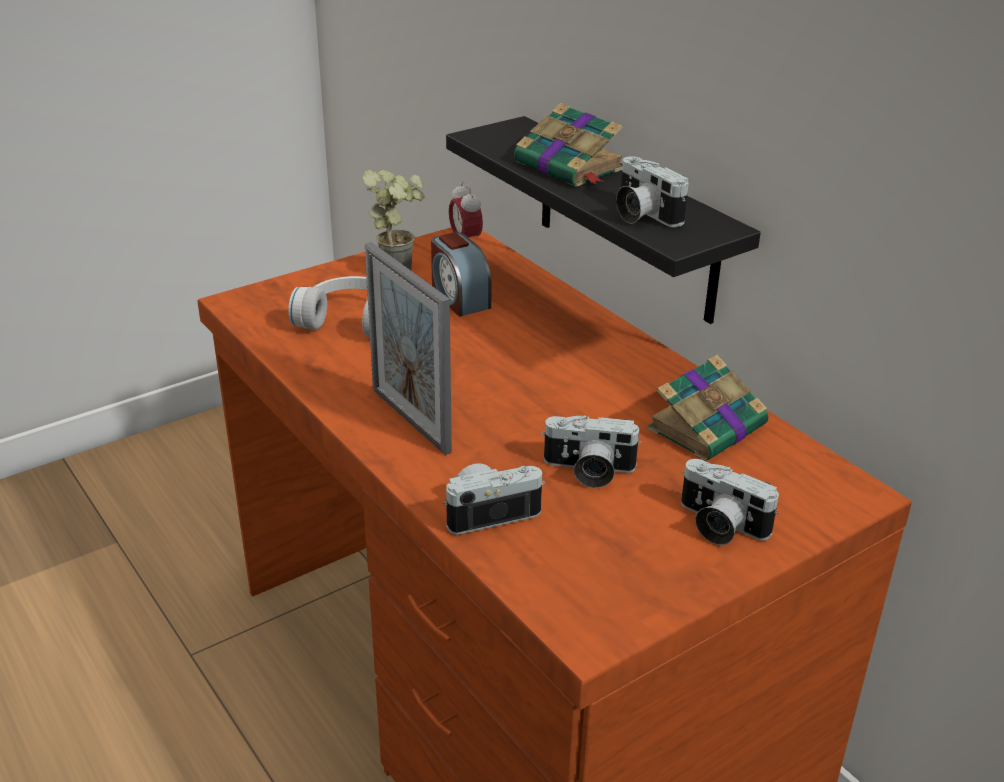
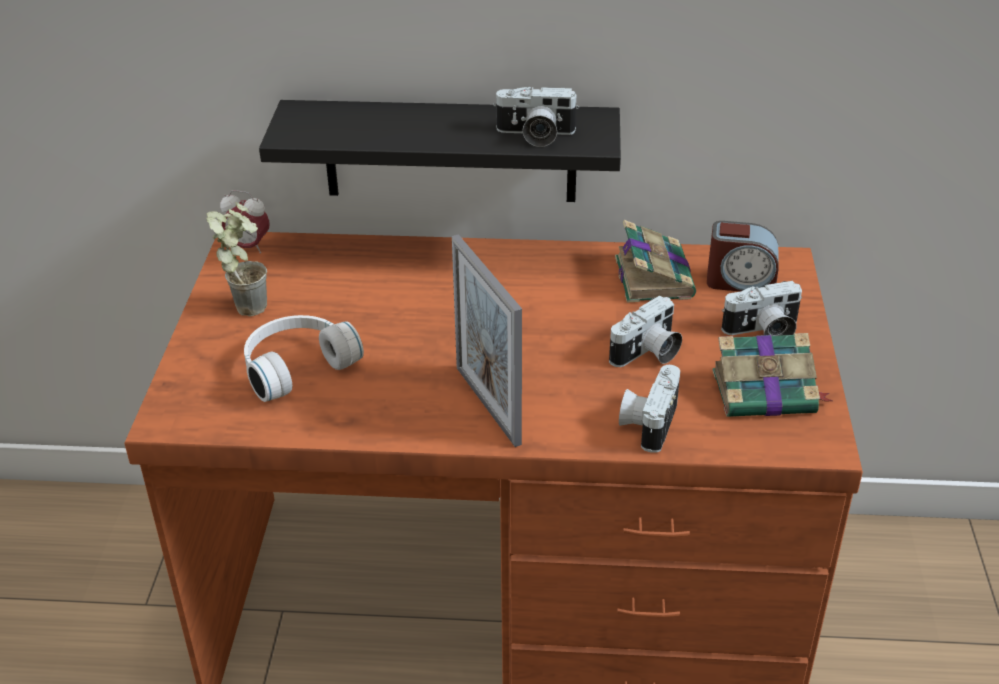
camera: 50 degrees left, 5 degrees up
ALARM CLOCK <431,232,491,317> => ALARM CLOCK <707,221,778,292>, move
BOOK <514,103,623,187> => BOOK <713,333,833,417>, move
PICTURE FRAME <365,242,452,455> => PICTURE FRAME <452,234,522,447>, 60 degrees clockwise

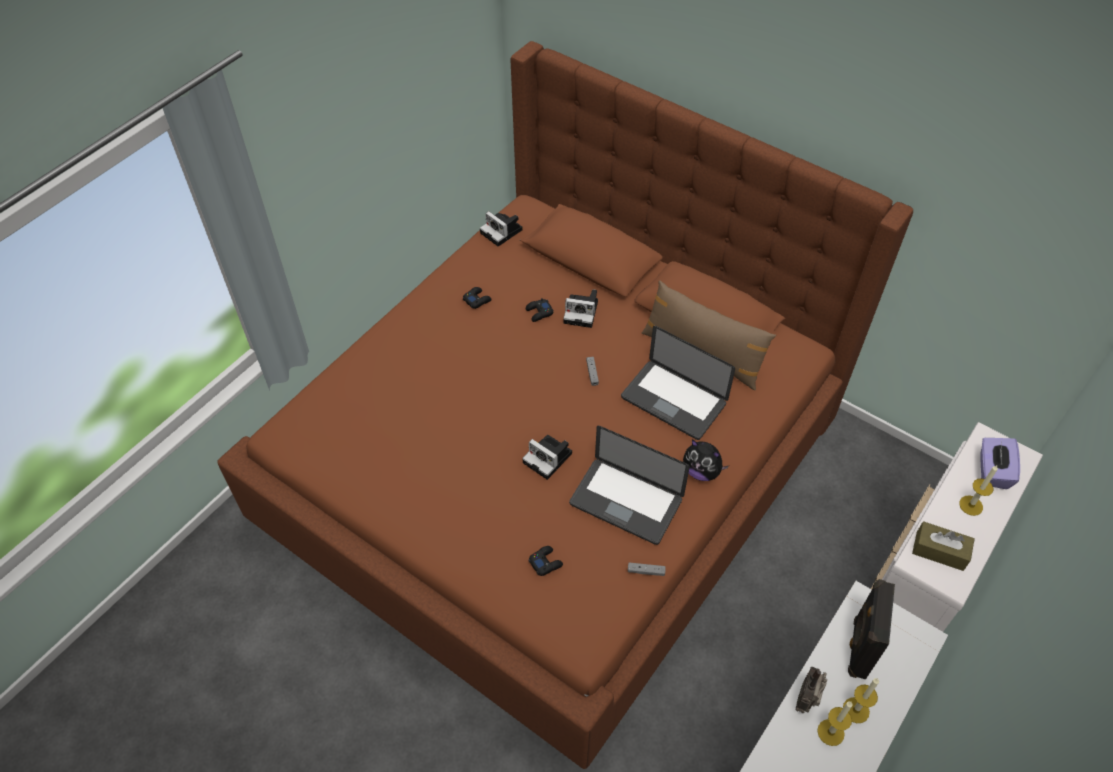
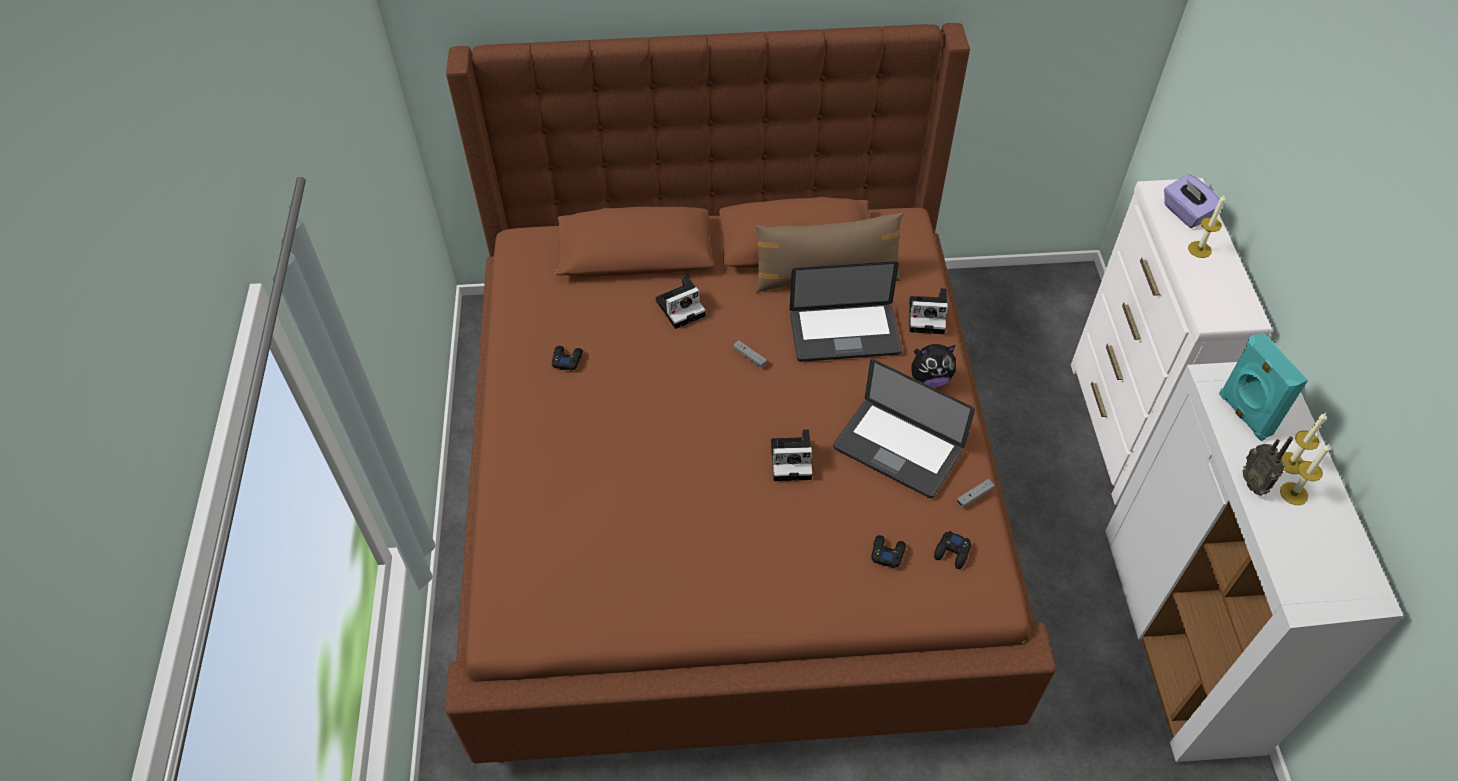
camera: 40 degrees left, 0 degrees up
BROWN TISSUE BOX <912,521,975,571> => nothing
PHOTO CAMERA <480,211,523,246> => PHOTO CAMERA <909,288,948,334>, move
BLACK GAME CONTROLLER <526,298,554,322> => BLACK GAME CONTROLLER <934,531,971,569>, move
BLACK SPEAKER <848,579,895,679> => TURQUOISE SPEAKER <1219,333,1308,441>
LAPTOP <569,426,690,545> => LAPTOP <833,359,975,498>, 45 degrees clockwise

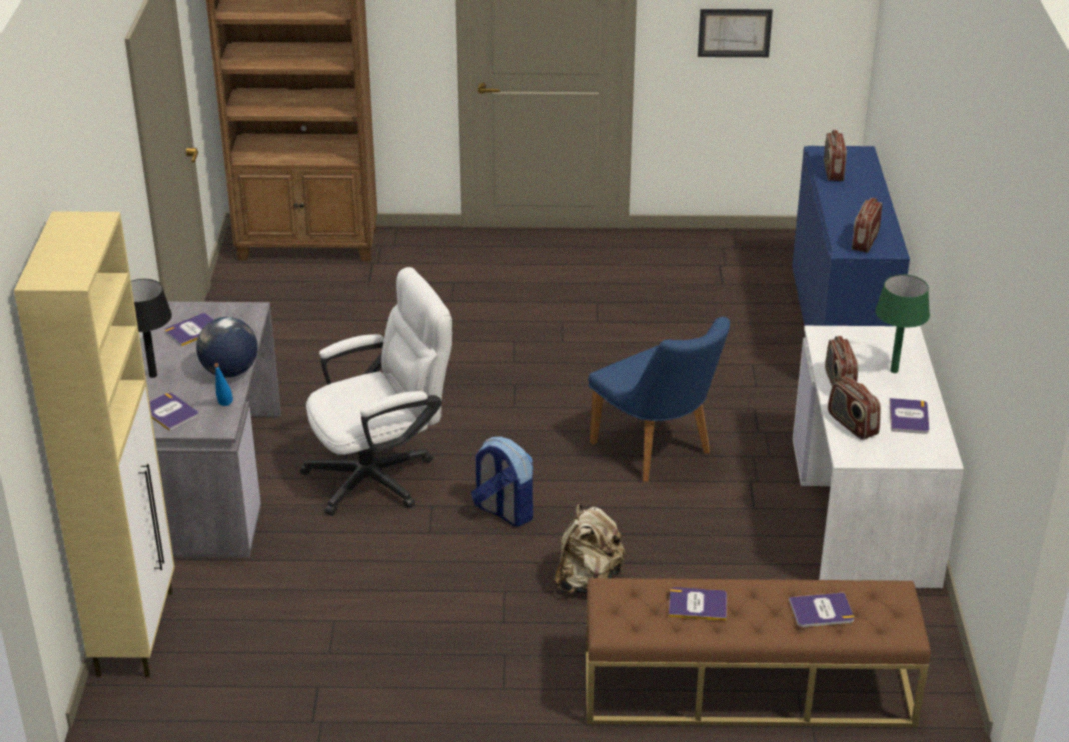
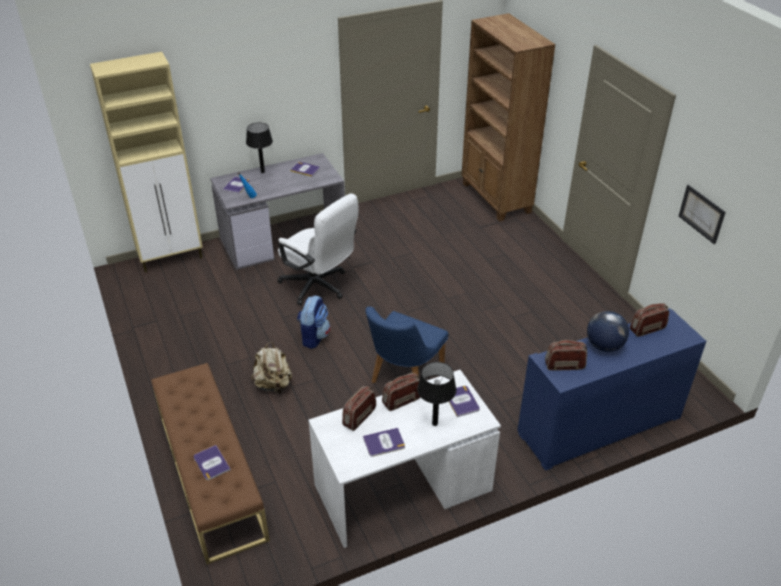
camera: 65 degrees right, 5 degrees up
GLOBE <196,317,258,378> => GLOBE <587,311,629,352>, move
BOOK <669,587,727,621> => BOOK <449,386,480,417>, move
GREEN TABLE LAMP <875,274,930,373> => BLACK TABLE LAMP <417,362,457,426>

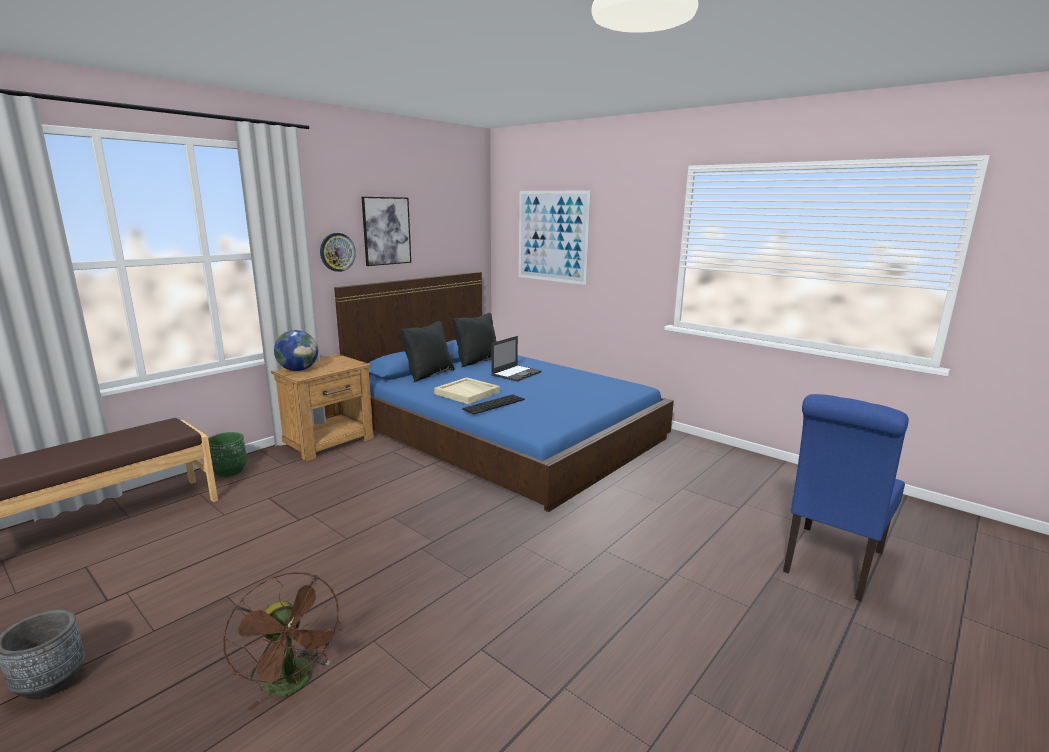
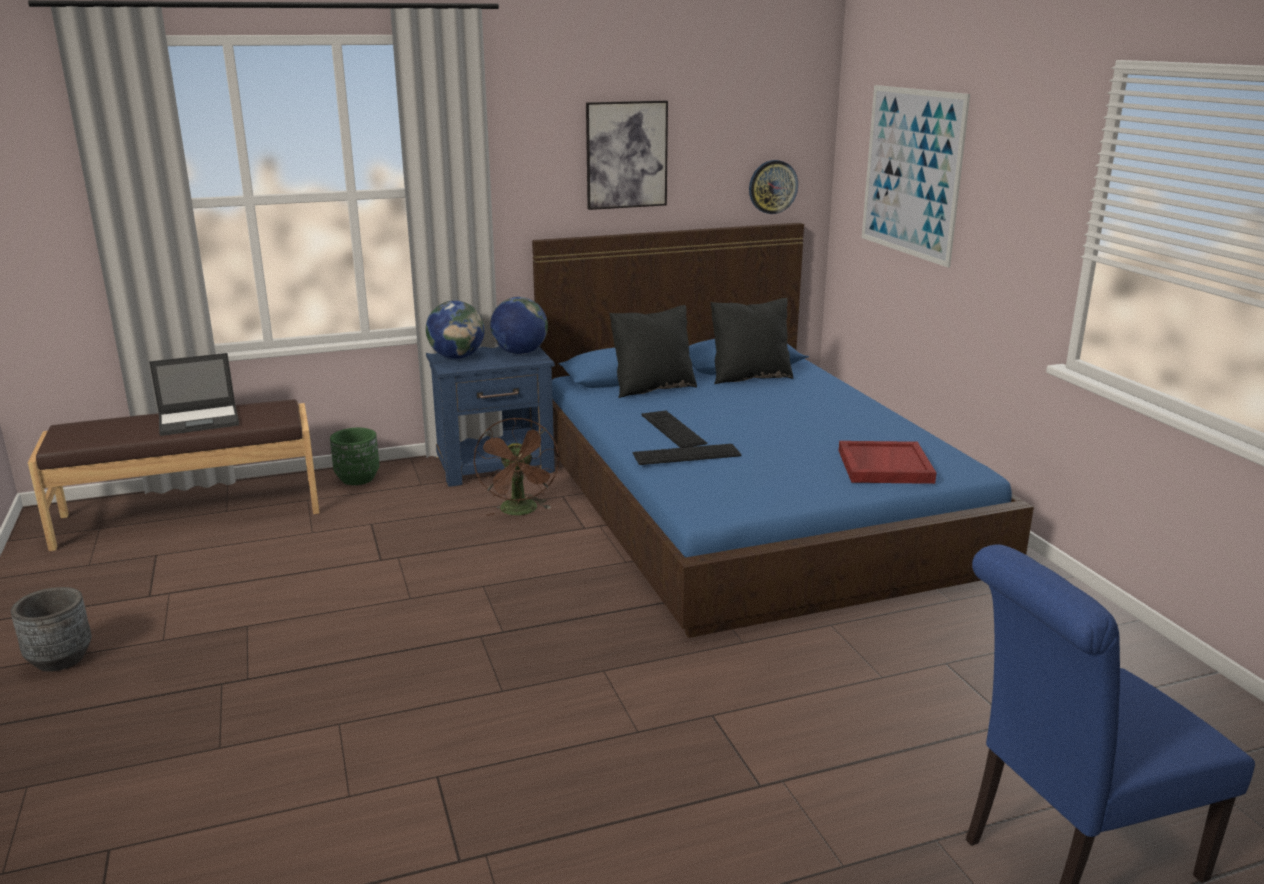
camera: 30 degrees right, 5 degrees up
nothing => GLOBE <490,297,548,354>
nothing => RED TRAY <839,441,936,484>
BROWN FAN <223,572,343,711> => BROWN FAN <474,417,559,516>, move
WALL CLOCK <320,233,356,272> => WALL CLOCK <749,160,798,214>, move
LAPTOP <491,336,542,382> => LAPTOP <149,353,239,436>, move
BEIGE TRAY <434,377,500,404> => KEYBOARD <641,411,707,448>
BROWN NIGHTSTAND <271,354,374,462> => BLUE NIGHTSTAND <426,346,555,487>

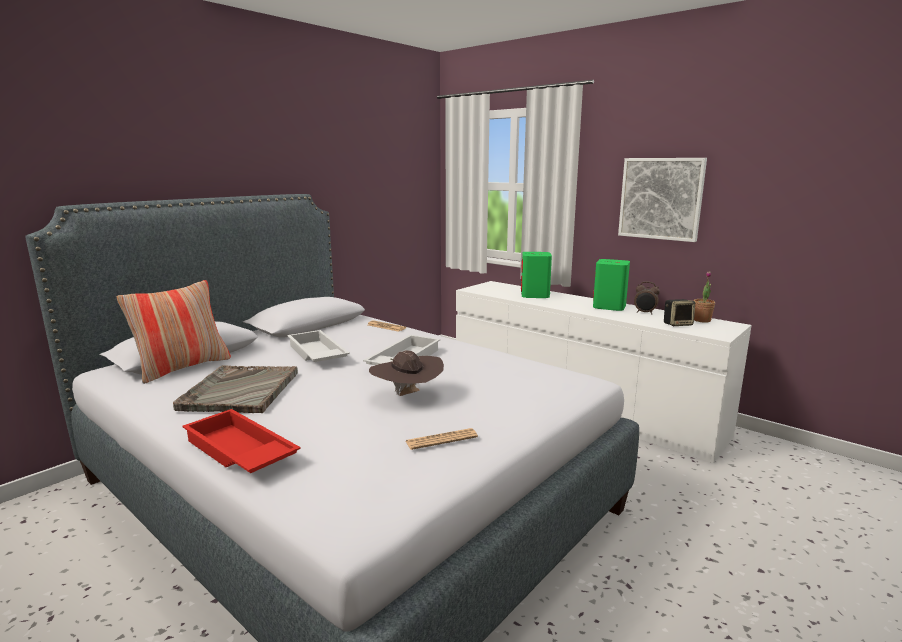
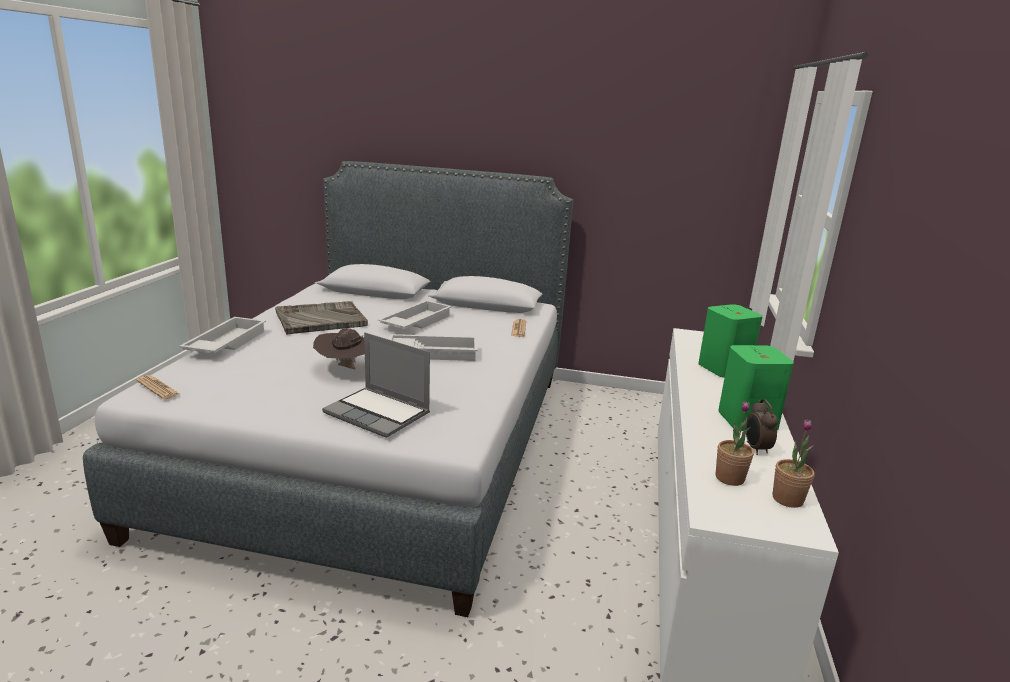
camera: 60 degrees right, 5 degrees up
PILLOW <117,280,231,384> => nothing
PICTURE <618,158,707,242> => nothing
nothing => LAPTOP <322,332,430,438>
NEWSPAPER <406,428,478,450> => NEWSPAPER <136,375,181,399>, move
SPEAKER <664,299,695,326> => POTTED PLANT <716,401,754,486>
RED TRAY <182,409,301,473> => WHITE TRAY <179,317,266,354>

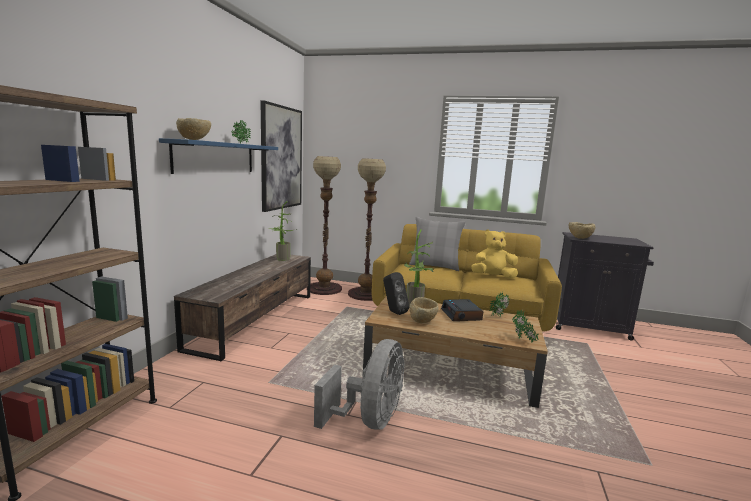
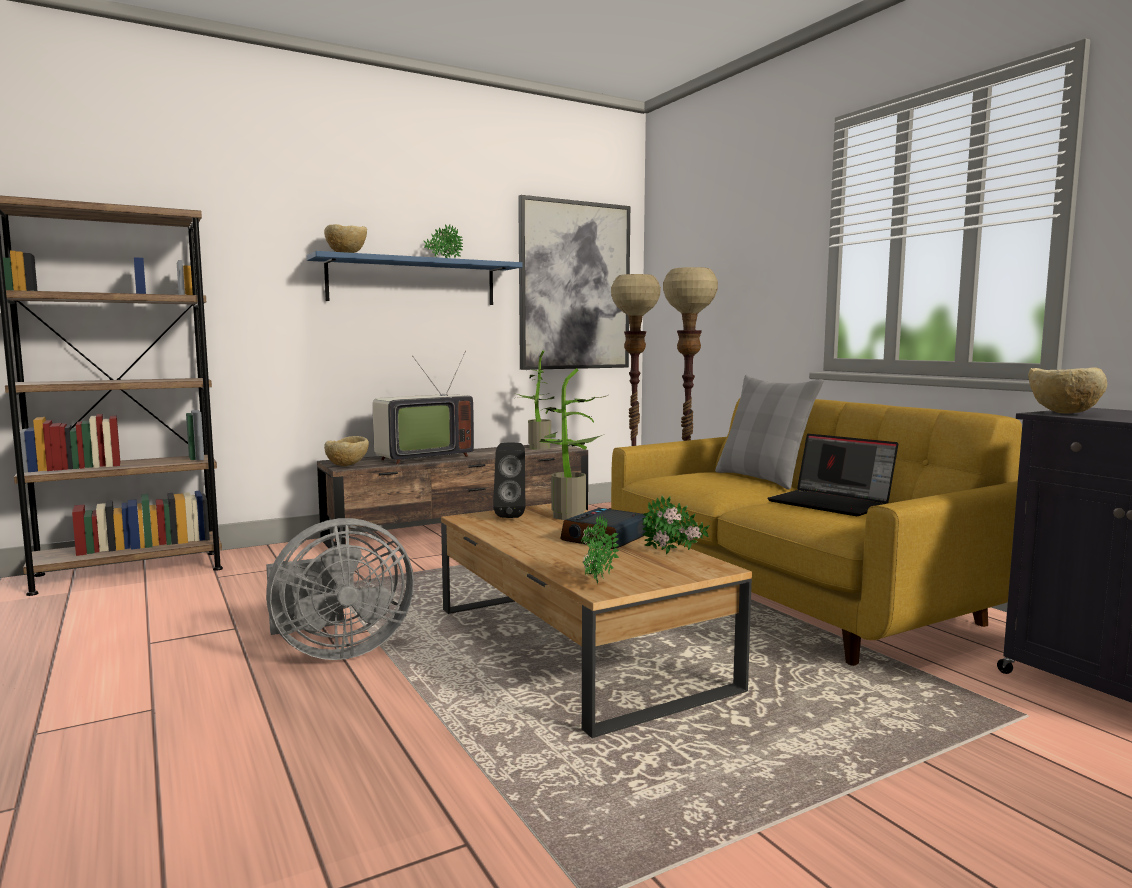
camera: 45 degrees right, 5 degrees down
nothing => TELEVISION <373,351,474,465>
BEIGE BOWL <409,297,439,323> => BEIGE BOWL <324,436,369,466>, move
YELLOW PLUSH TOY <471,229,518,279> => LAPTOP <767,434,898,516>

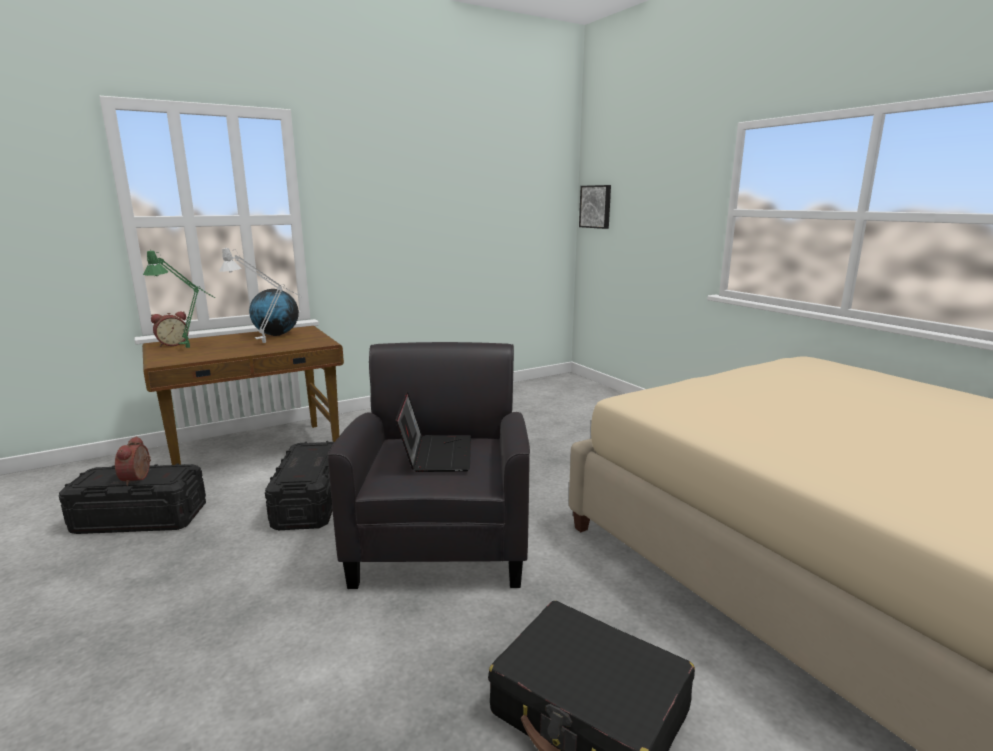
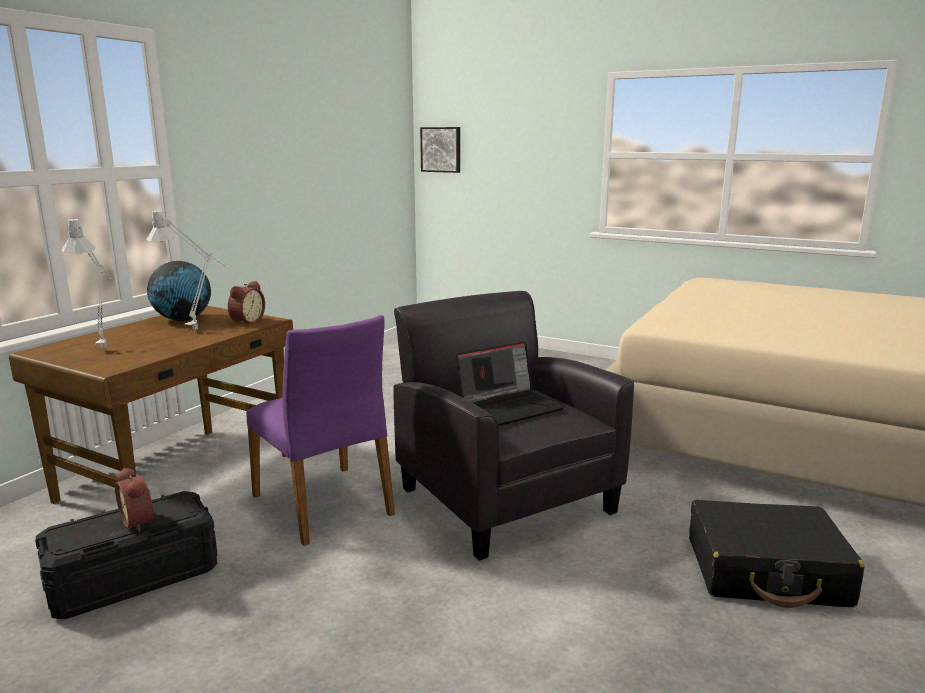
camera: 30 degrees left, 0 degrees up
ALARM CLOCK <151,311,189,347> => ALARM CLOCK <228,281,265,326>, move
BLACK STORAGE BOX <265,441,334,530> => PURPLE CHAIR <246,315,395,546>
GREEN TABLE LAMP <143,250,215,348> => GREY TABLE LAMP <61,217,112,348>
LAPTOP <395,391,471,472> => LAPTOP <456,341,564,426>, 90 degrees clockwise

